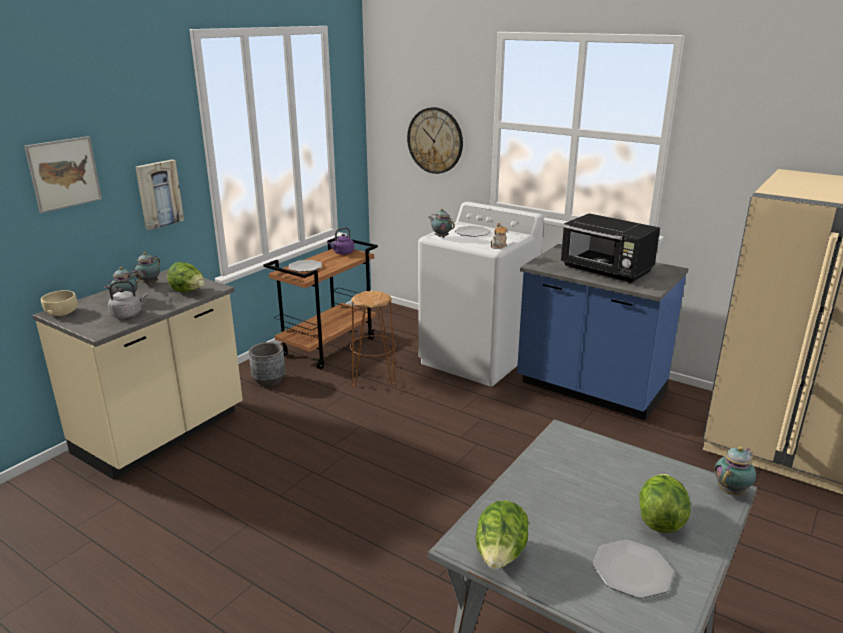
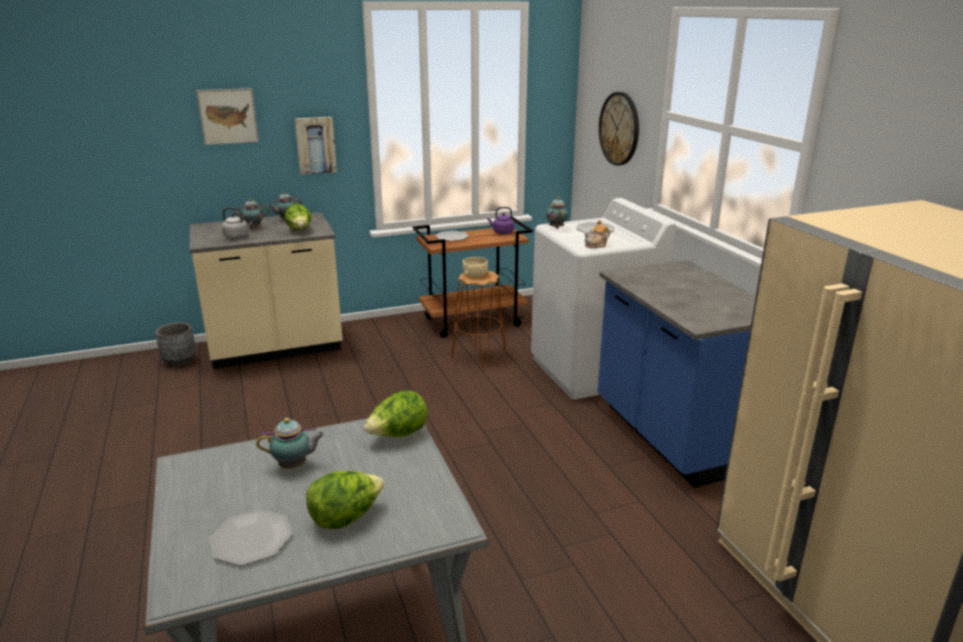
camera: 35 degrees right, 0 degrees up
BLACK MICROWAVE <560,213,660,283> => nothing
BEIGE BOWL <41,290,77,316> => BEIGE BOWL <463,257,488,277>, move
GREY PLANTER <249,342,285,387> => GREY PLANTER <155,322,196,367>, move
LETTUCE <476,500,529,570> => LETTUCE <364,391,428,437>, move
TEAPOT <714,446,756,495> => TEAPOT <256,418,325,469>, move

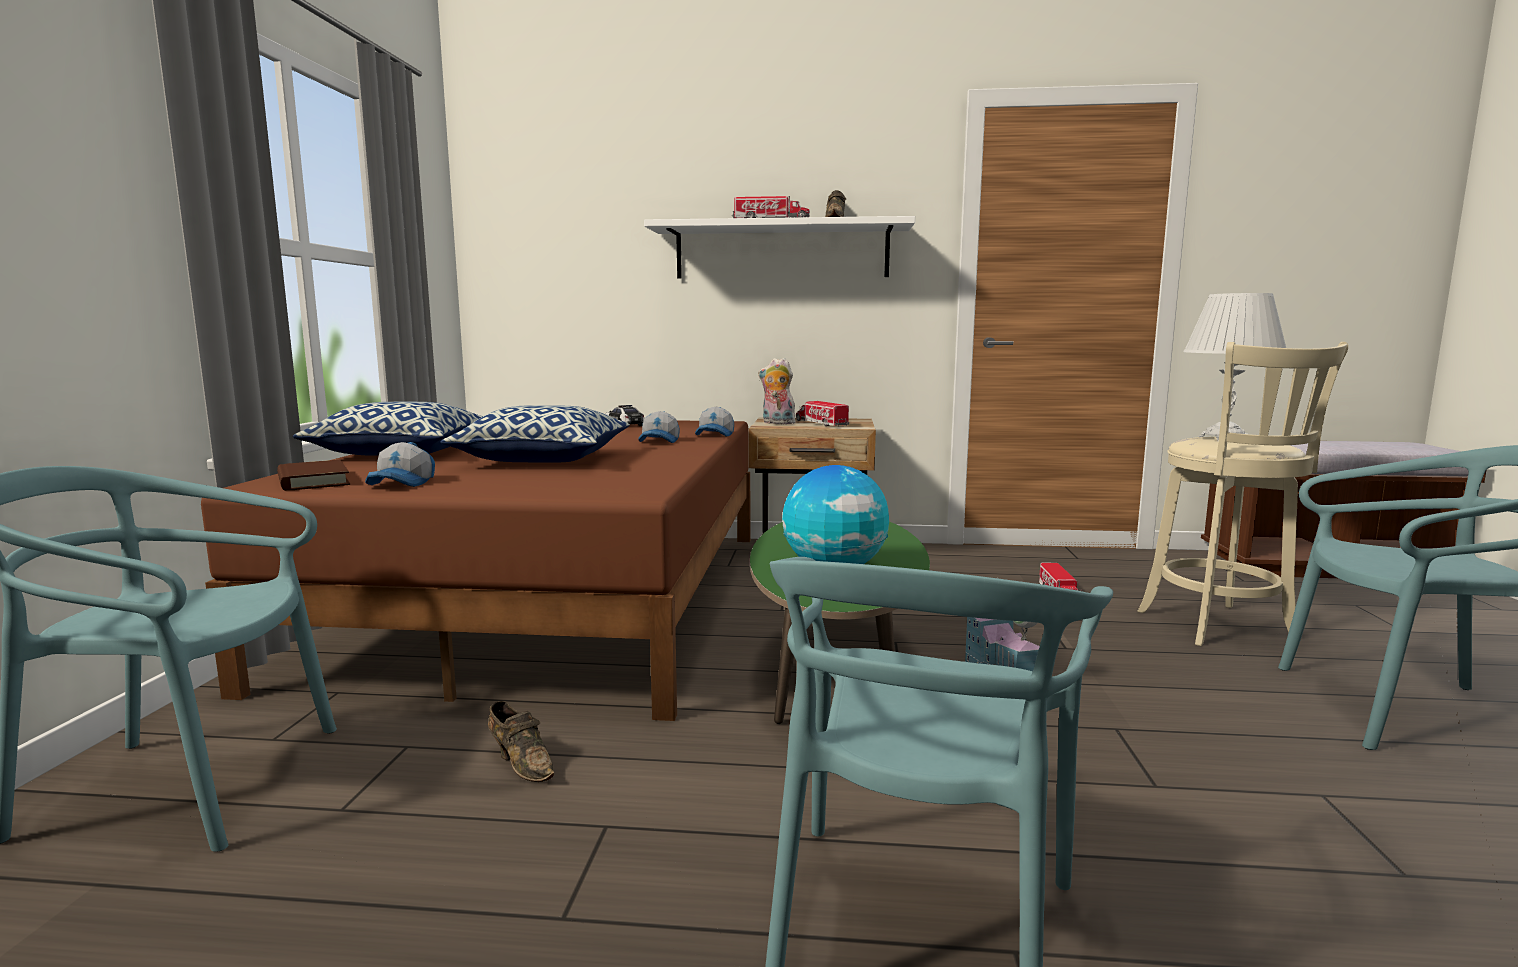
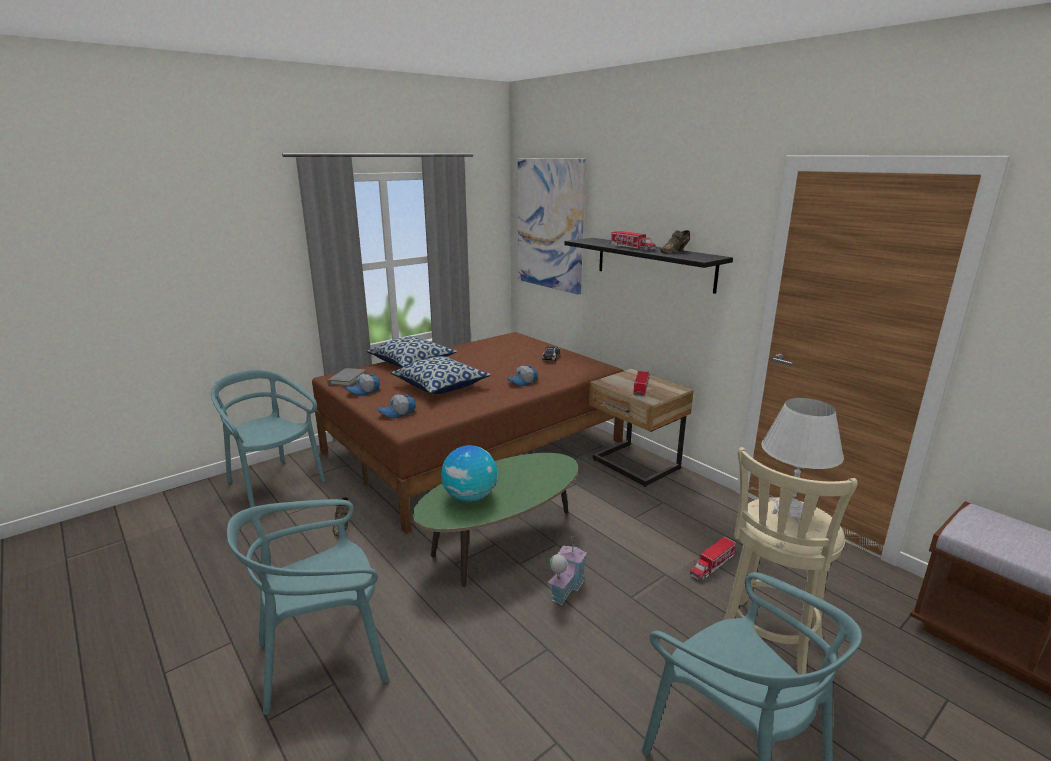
camera: 45 degrees right, 10 degrees up
PLUSH TOY <758,358,796,424> => nothing
nothing => PICTURE <518,158,586,294>
CAP <695,406,734,437> => CAP <377,394,416,418>, move
BROWN BOOK <277,460,350,491> => GREY BOOK <327,368,366,387>
WHITE SHELF <644,216,915,278> => BLACK SHELF <564,238,733,294>

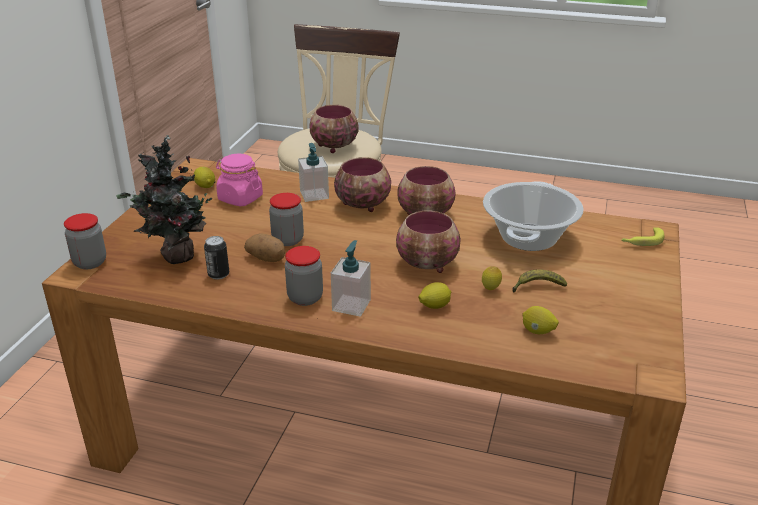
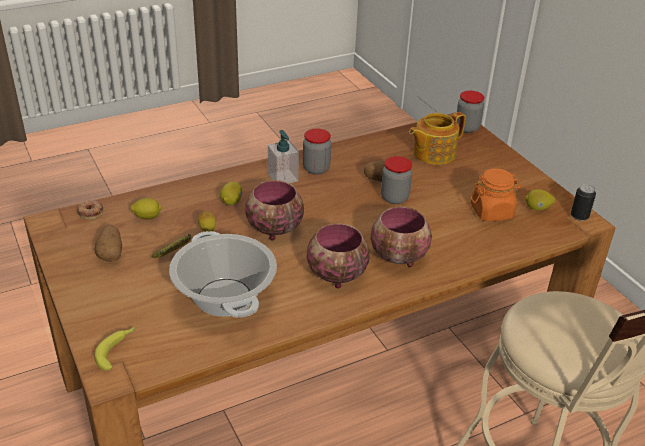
camera: 135 degrees right, 5 degrees up
SOAP DISPENSER <298,143,329,202> => nothing
BOWL <310,105,359,153> => nothing
nothing => DONUT <77,200,104,220>
nothing => POTATO <94,225,122,262>
CAN <204,236,229,279> => CAN <571,184,596,221>, move
POTTED PLANT <116,135,215,264> => TEAPOT <409,112,466,165>
PINK JAR <216,154,263,206> => ORANGE JAR <471,168,521,222>

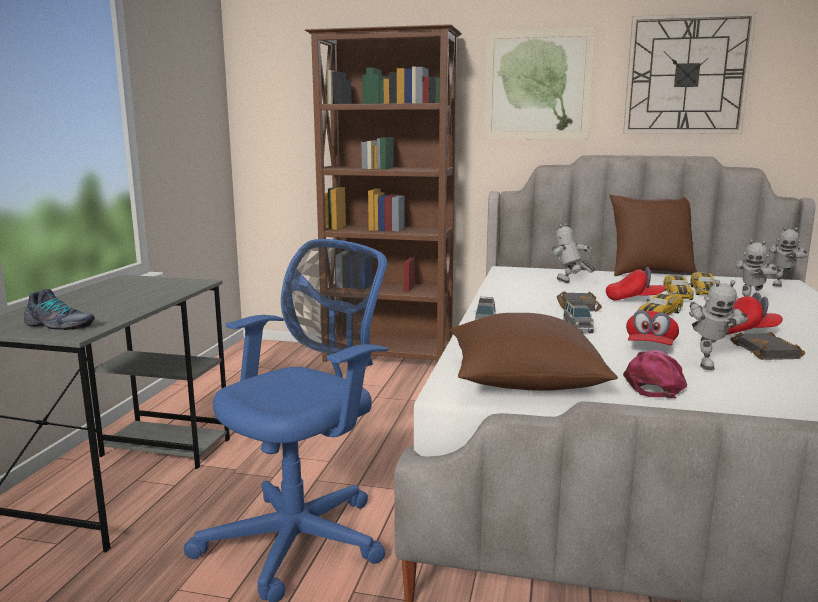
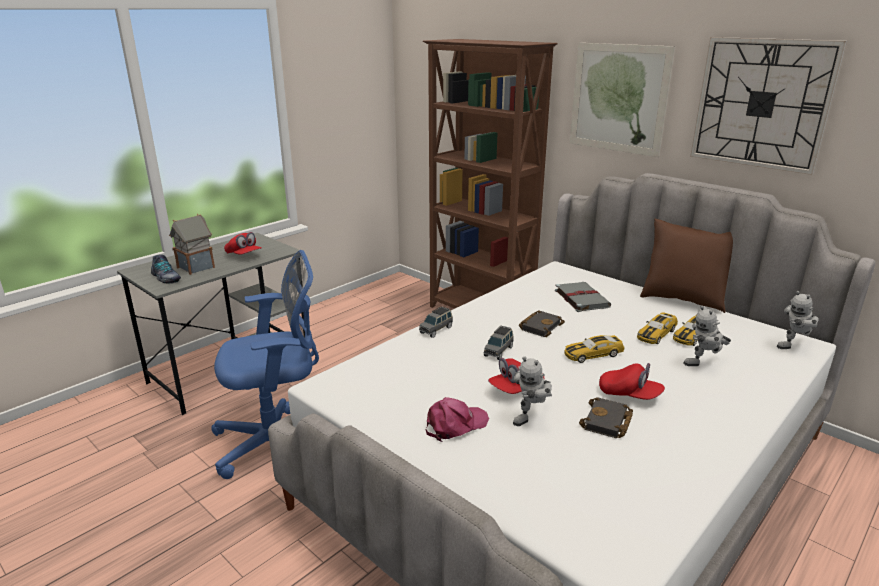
camera: 30 degrees right, 10 degrees up
BROWN PILLOW <450,313,618,391> => nothing
nothing => TOY HOUSE <169,214,215,275>
RED CAP <606,267,666,301> => RED CAP <224,232,261,255>, move
TOY ROBOT <552,223,596,283> => GREY BOOK <555,282,611,312>

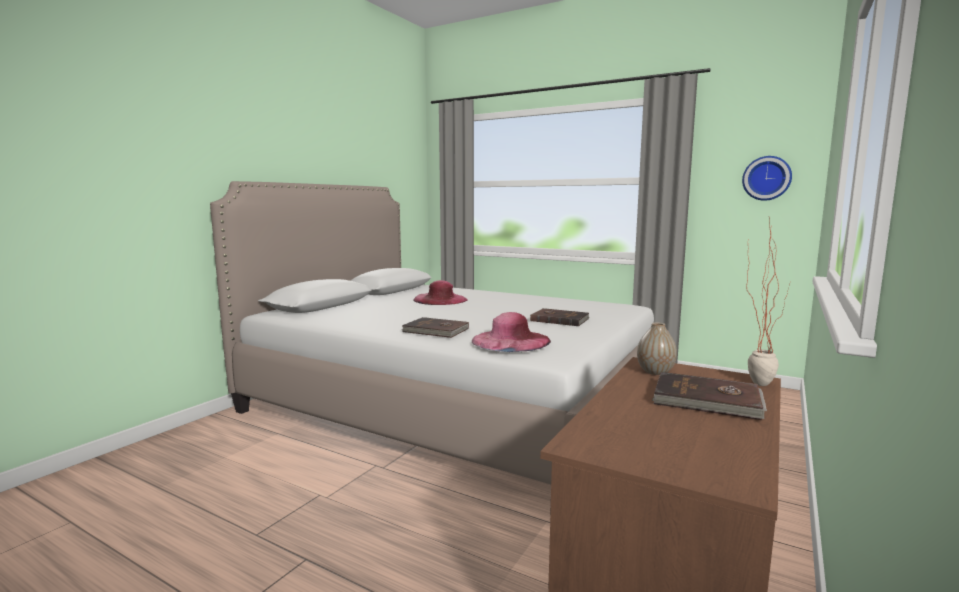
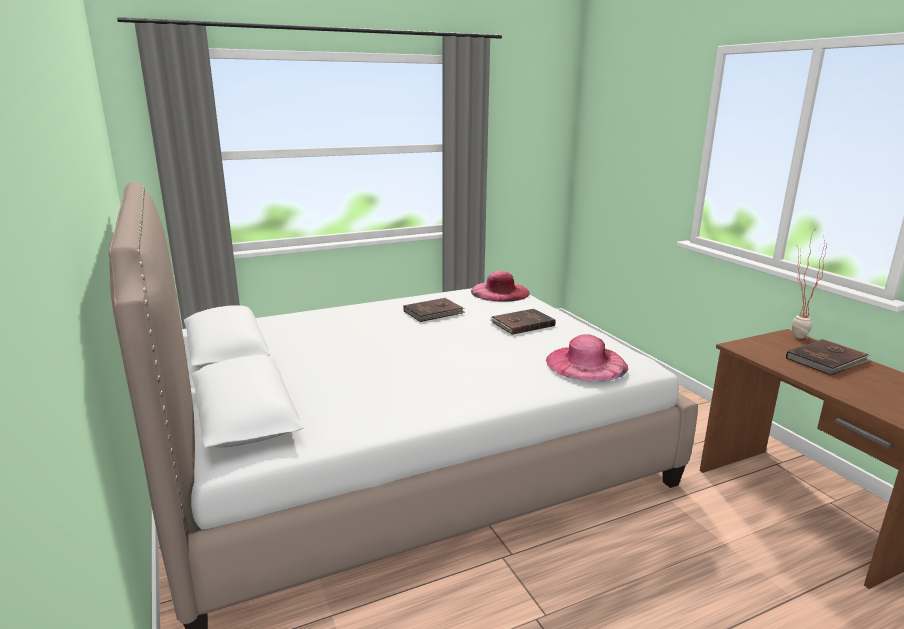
camera: 55 degrees left, 10 degrees up
VASE <637,322,677,375> => nothing
WALL CLOCK <742,156,792,201> => nothing
BROWN BOOK <402,317,469,338> => BROWN BOOK <404,298,465,322>, move
PINK HAT <414,280,468,305> => PINK HAT <471,271,530,301>, move

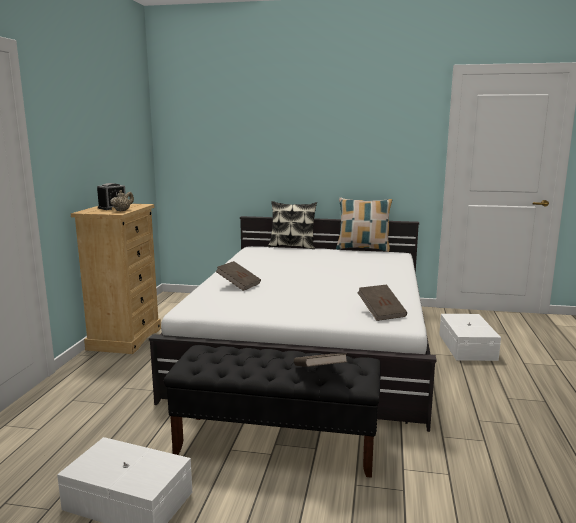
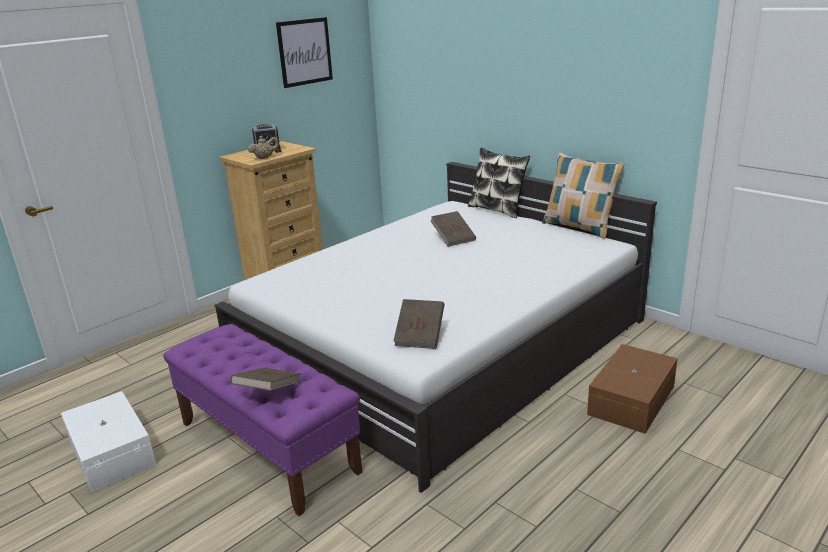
camera: 35 degrees right, 10 degrees up
nothing => PICTURE <276,17,333,88>
BROWN BOOK <216,261,261,291> => BROWN BOOK <431,211,476,247>, move
BLACK BENCH <164,345,381,478> => PURPLE BENCH <163,324,362,516>
WHITE STORAGE BOX <439,314,501,361> => BROWN STORAGE BOX <587,344,678,434>

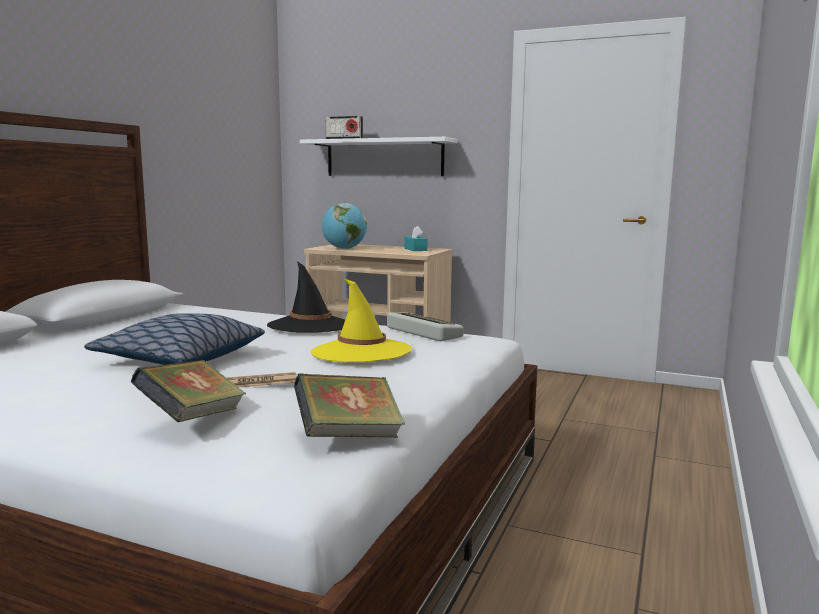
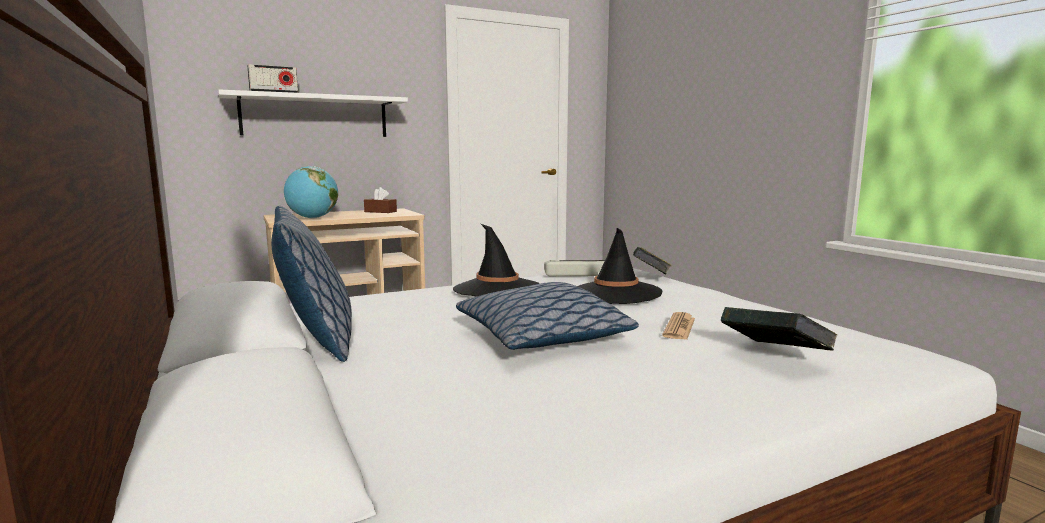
camera: 50 degrees left, 0 degrees up
nothing => PILLOW <272,206,352,362>
BOOK <294,374,405,438> => BOOK <633,247,672,274>, move
YELLOW HAT <311,278,412,362> => BLACK HAT <577,228,662,304>
TURQUOISE TISSUE BOX <404,226,428,251> => BROWN TISSUE BOX <364,187,397,213>

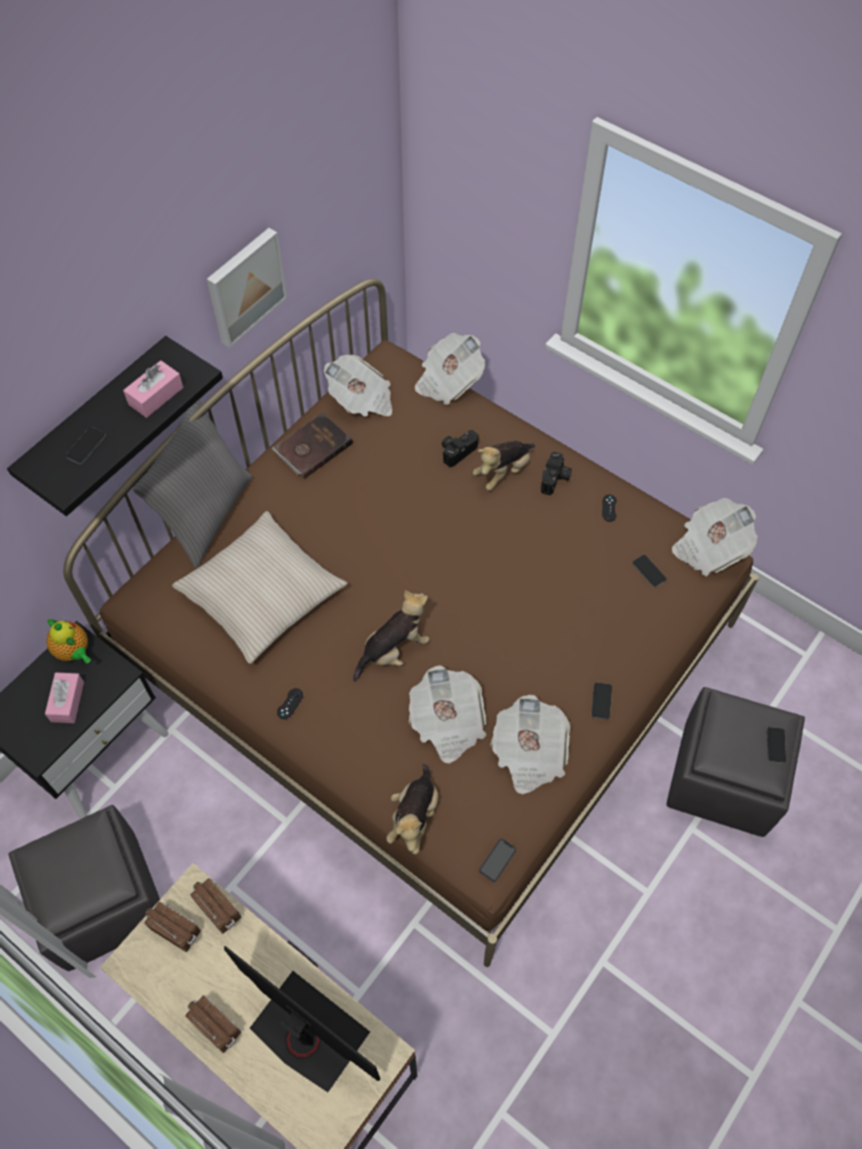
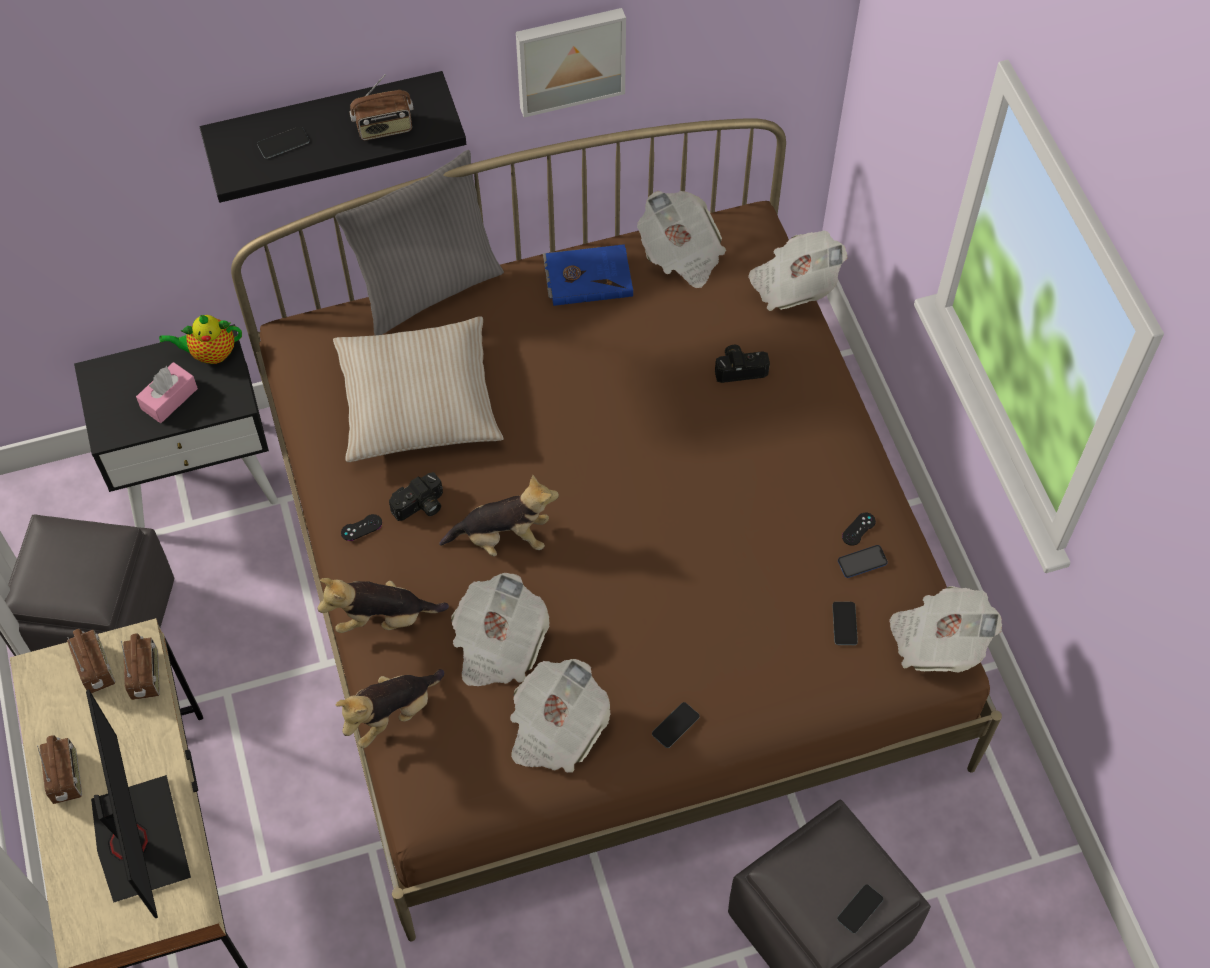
camera: 35 degrees right, 0 degrees up
PLUSH TOY <473,441,535,491> => PLUSH TOY <317,578,449,633>, move
PHONE <479,839,516,882> => PHONE <838,545,888,578>, move
PHOTO CAMERA <541,451,572,495> => PHOTO CAMERA <389,472,443,521>, move
PINK TISSUE BOX <123,360,183,418> => RADIO <350,74,413,140>
BROWN BOOK <272,413,353,479> => BLUE BOOK <543,244,633,306>
TEAPOT <46,619,91,663> => TEAPOT <159,315,242,364>, 90 degrees clockwise

